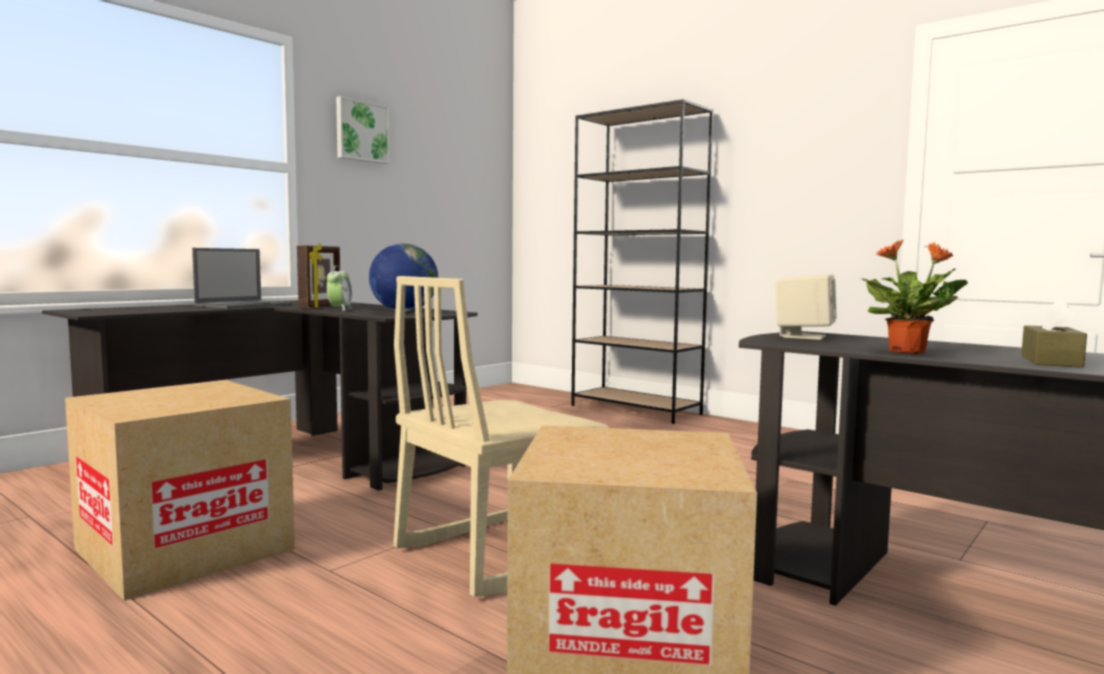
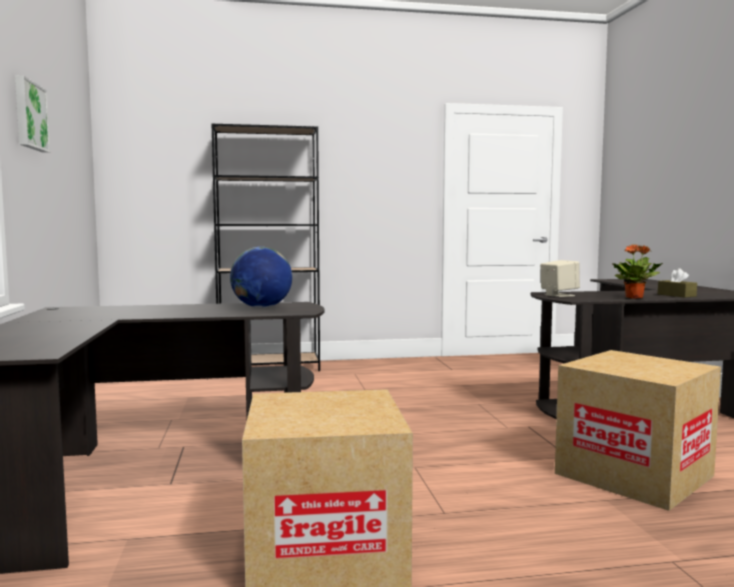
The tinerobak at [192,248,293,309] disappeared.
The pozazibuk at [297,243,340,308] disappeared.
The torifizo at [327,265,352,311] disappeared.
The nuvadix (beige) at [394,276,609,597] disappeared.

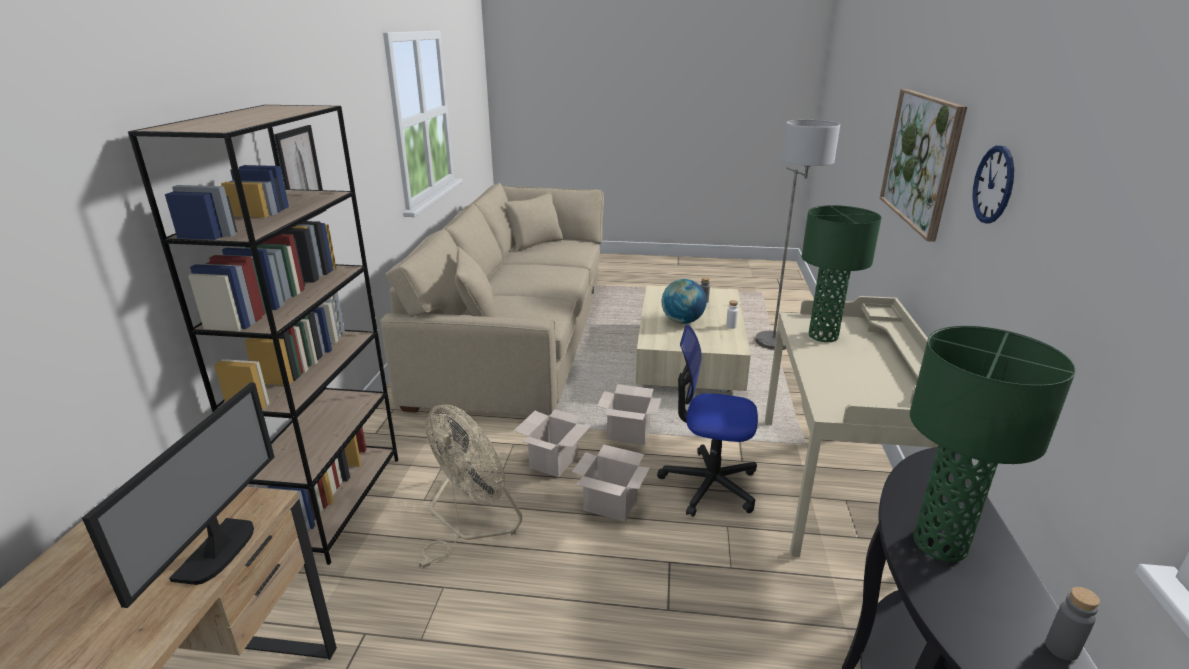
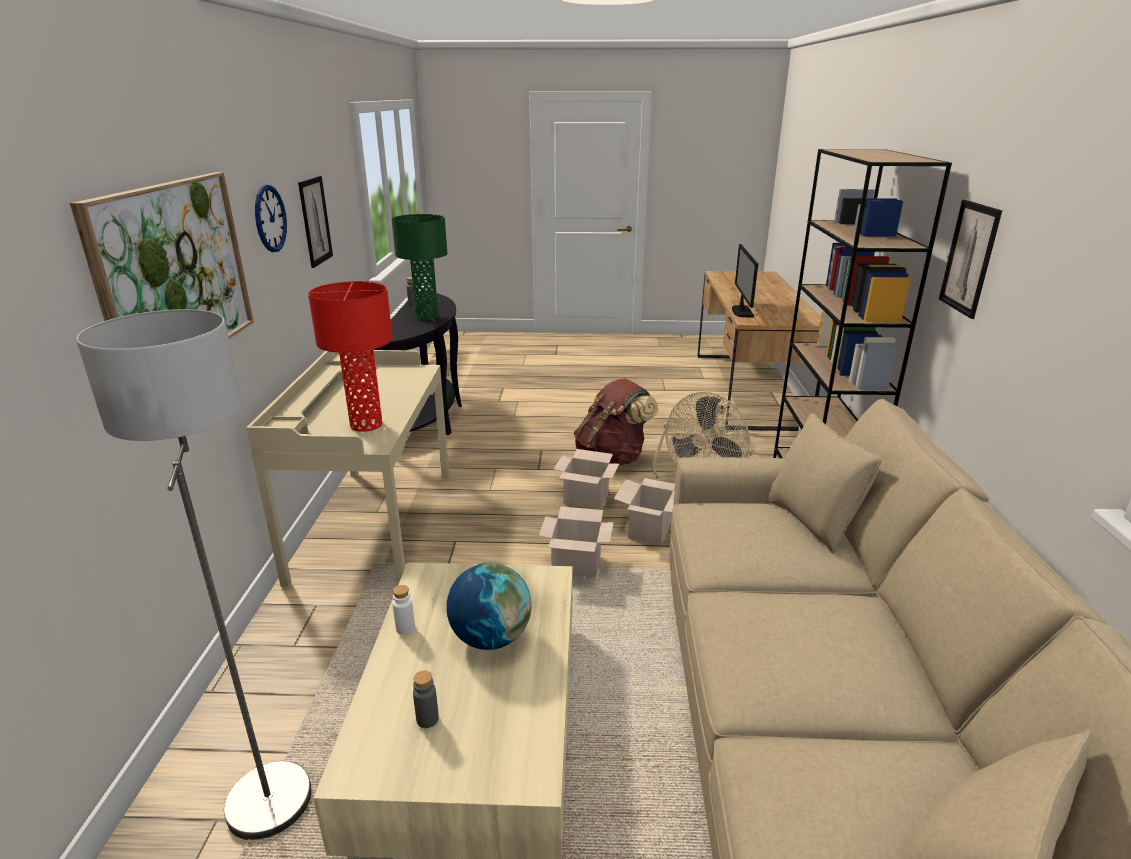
The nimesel at [657,325,758,517] disappeared.
The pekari at [298,176,333,268] appeared.
The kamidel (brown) at [574,379,659,465] appeared.
The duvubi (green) at [802,205,881,342] became the duvubi (red) at [308,281,393,432].

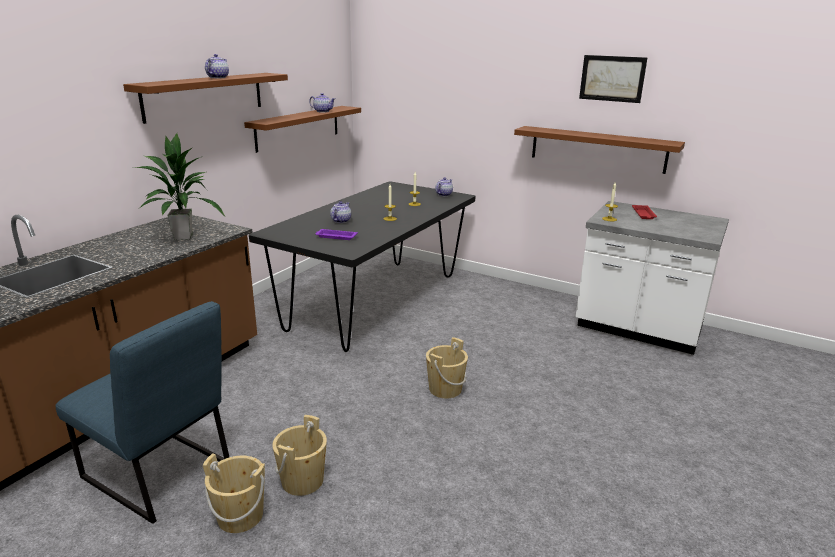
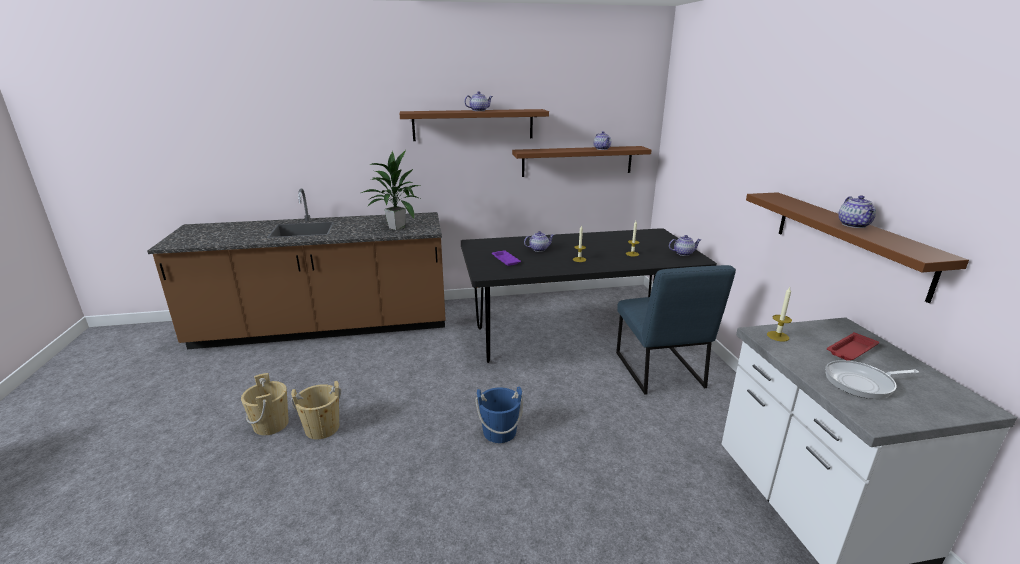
The pekari at [579,55,647,103] disappeared.
The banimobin at [825,360,919,399] appeared.
The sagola at [839,195,876,228] appeared.
The nuvadix (blue) moved from [56,301,229,524] to [616,265,736,395].
The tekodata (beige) at [426,337,468,399] became the tekodata (blue) at [475,387,523,443].

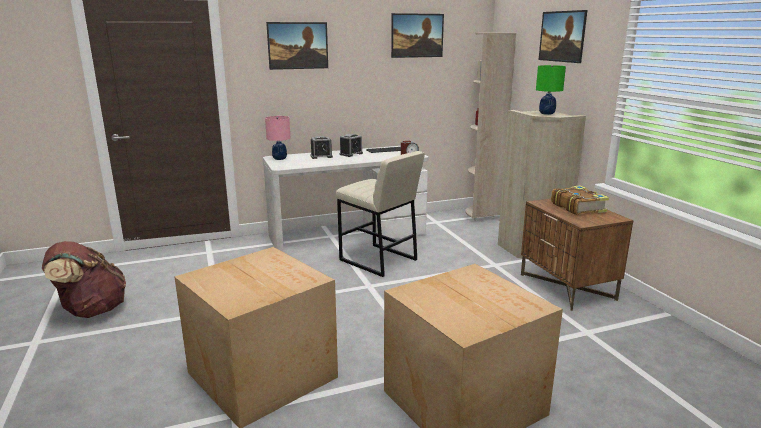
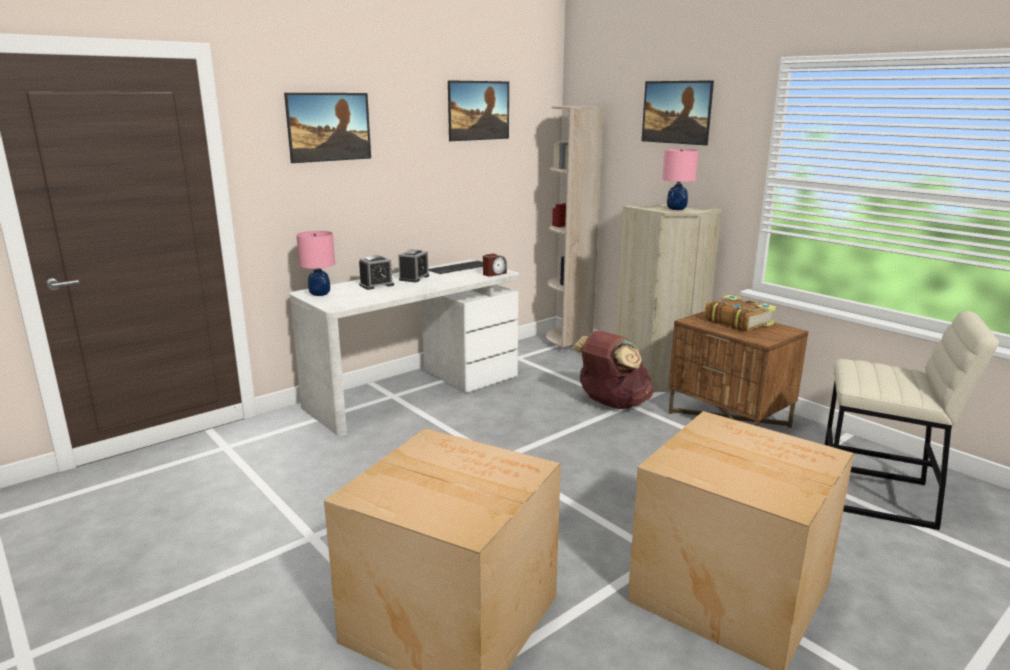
The kamidel (brown) moved from [42,241,126,318] to [572,331,653,409].
The nuvadix (beige) moved from [336,151,425,277] to [825,311,999,530].
The duvubi (green) at [536,65,566,115] became the duvubi (pink) at [662,149,699,210].

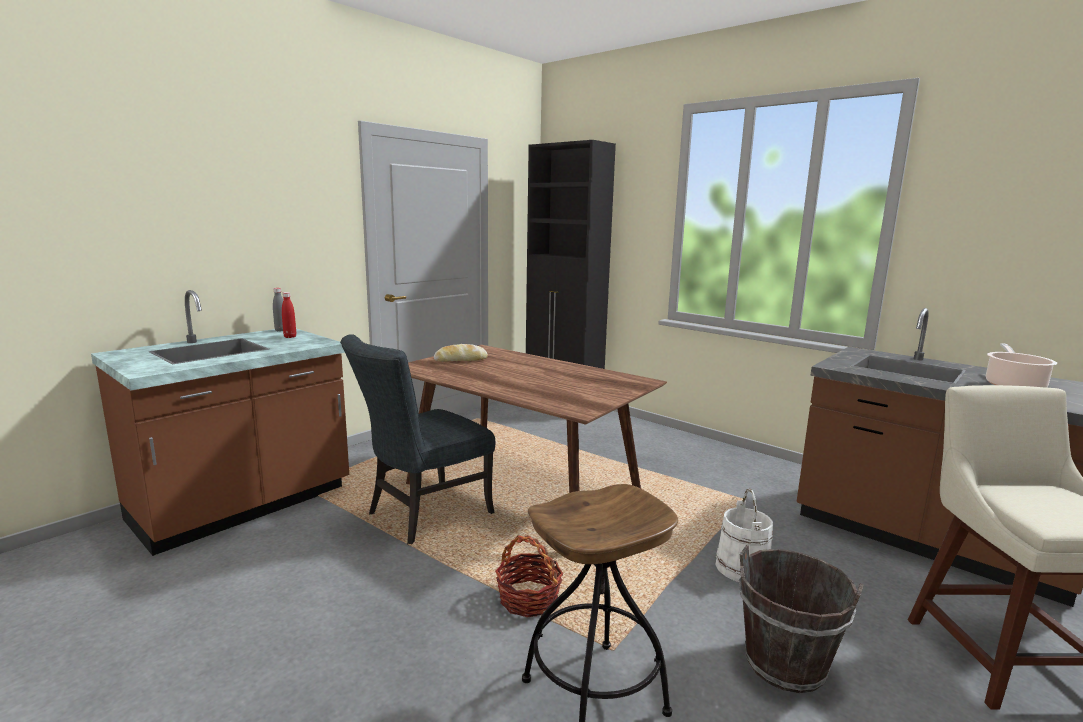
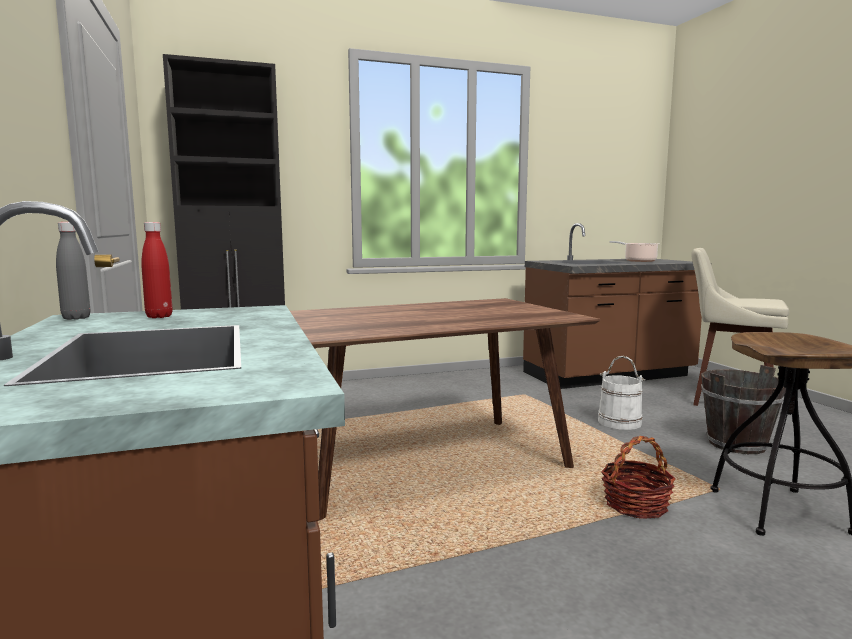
The nuvadix (grey) at [340,334,495,545] disappeared.
The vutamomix at [434,344,488,362] disappeared.

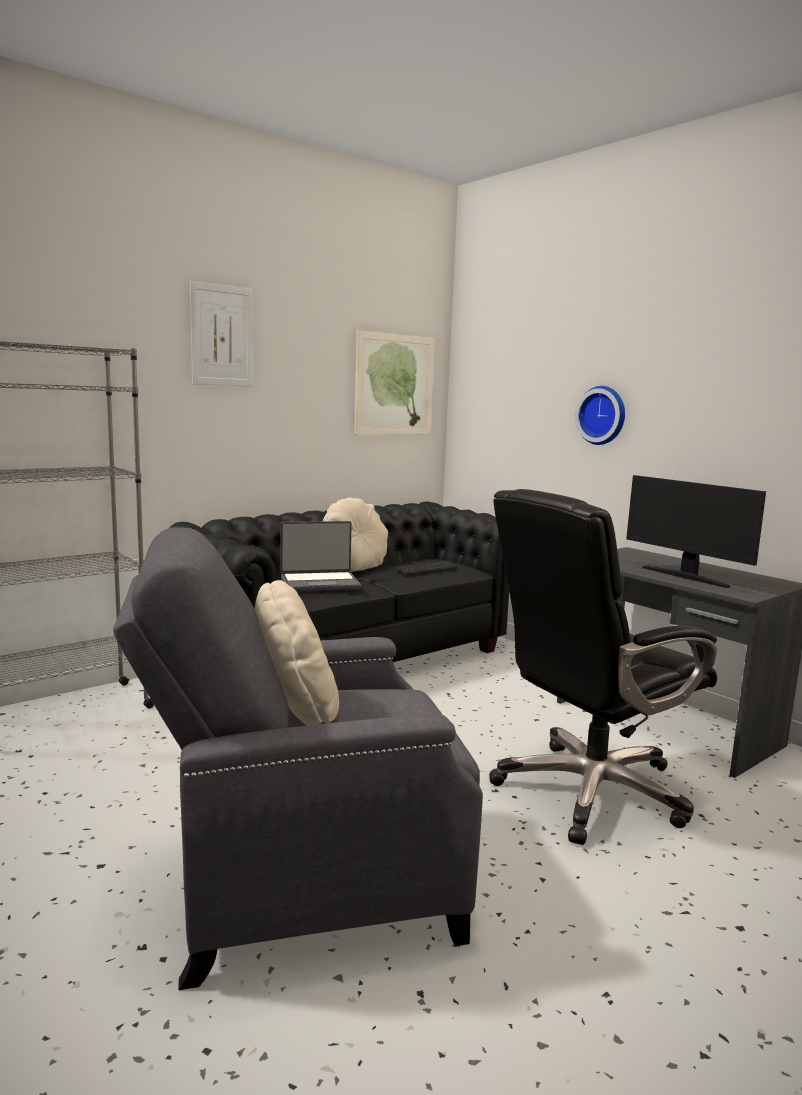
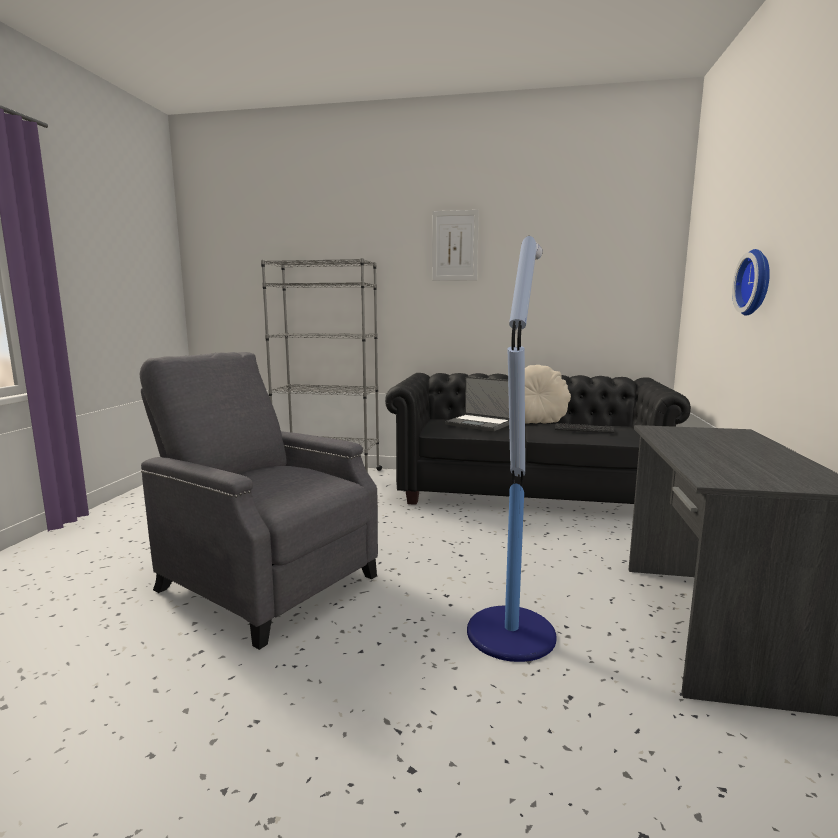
The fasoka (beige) at [255,580,339,726] disappeared.
The pekari at [354,330,435,435] disappeared.
The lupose at [626,475,766,588] disappeared.
The nimesel (black) at [489,489,717,845] was replaced by the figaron at [467,236,557,662].

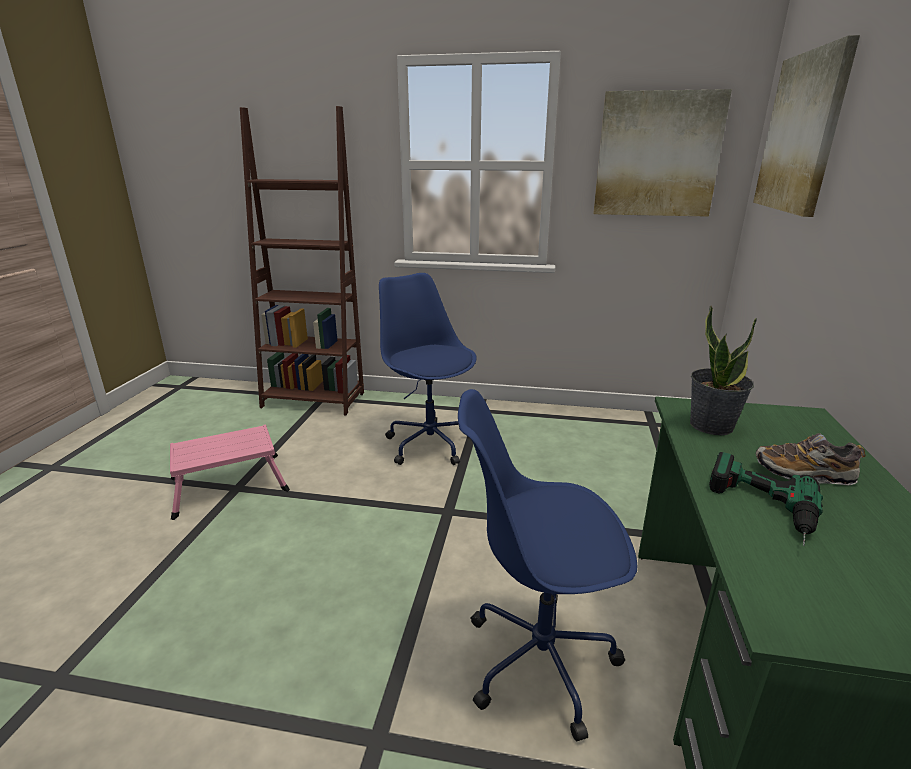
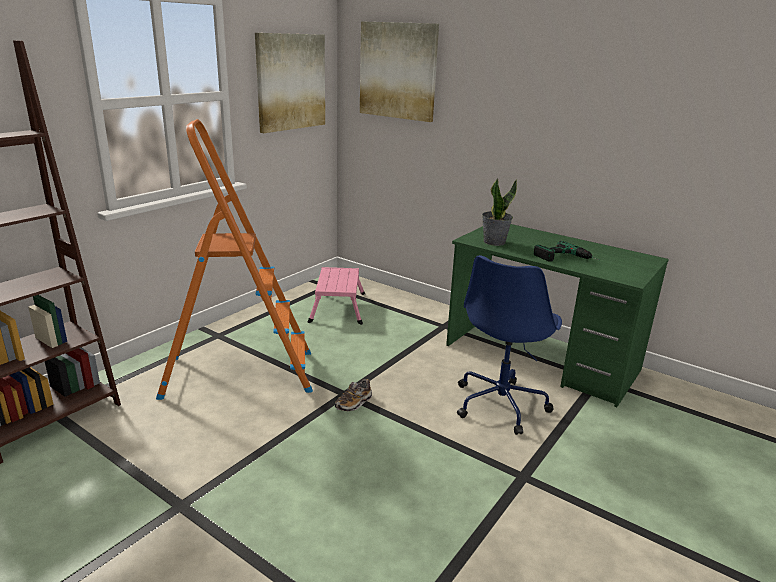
The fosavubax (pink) moved from [170,425,290,520] to [308,267,365,325].
The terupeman moved from [755,433,866,486] to [335,379,372,411].
The nimesel (blue) at [379,273,477,465] was replaced by the fosavubax (orange) at [156,119,313,400].

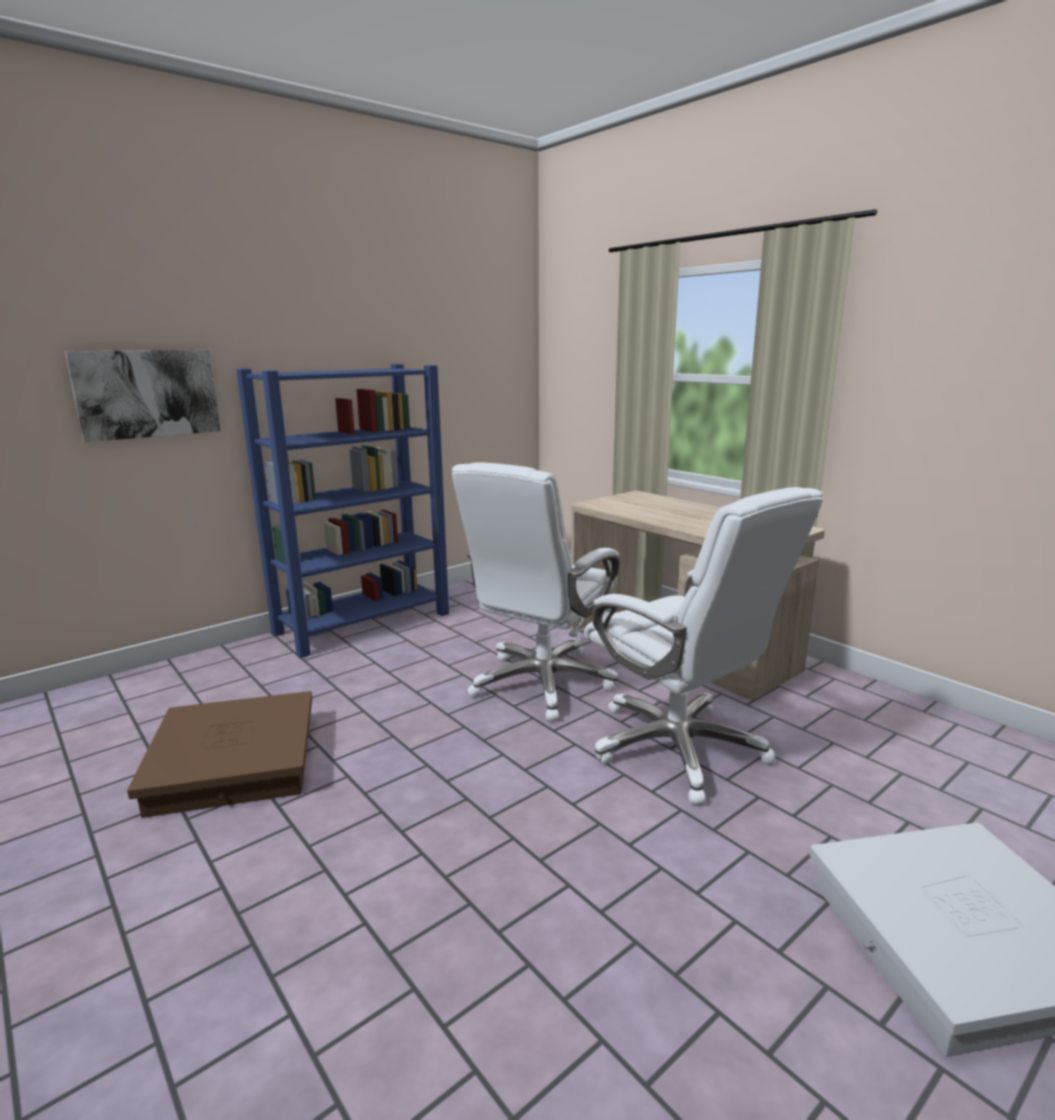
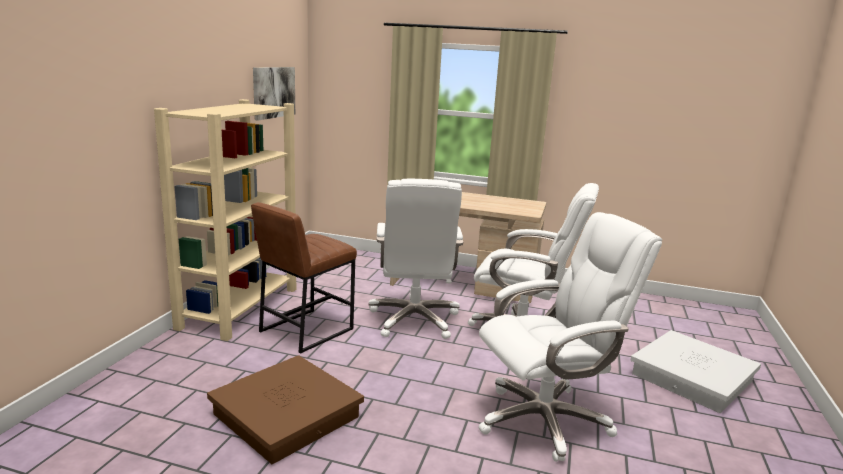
The nuvadix (brown) at [251,202,357,354] appeared.
The nimesel (white) at [478,212,662,462] appeared.
The pekari moved from [65,349,221,442] to [253,67,295,121].
The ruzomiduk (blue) at [236,364,449,658] became the ruzomiduk (beige) at [154,99,296,341].

